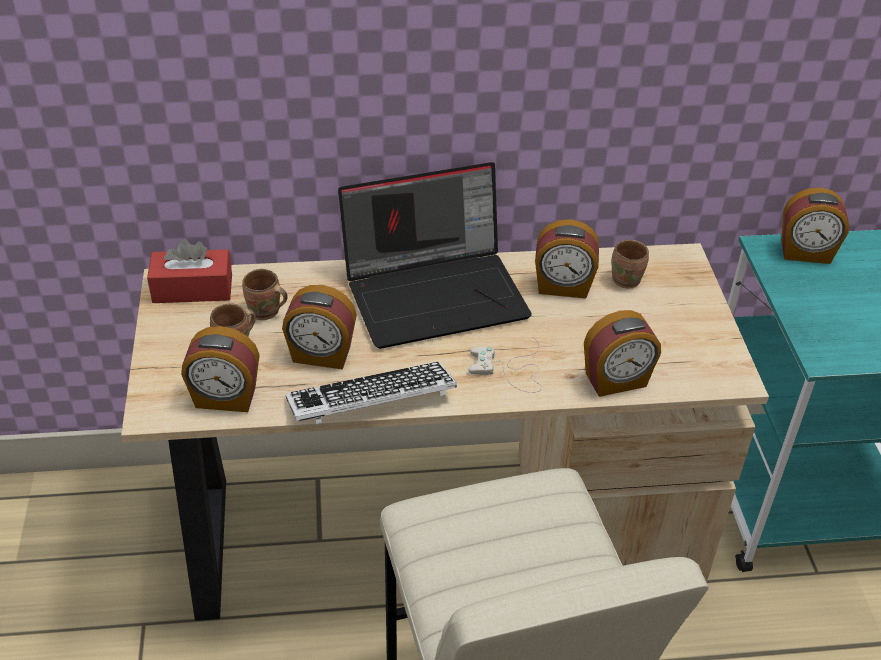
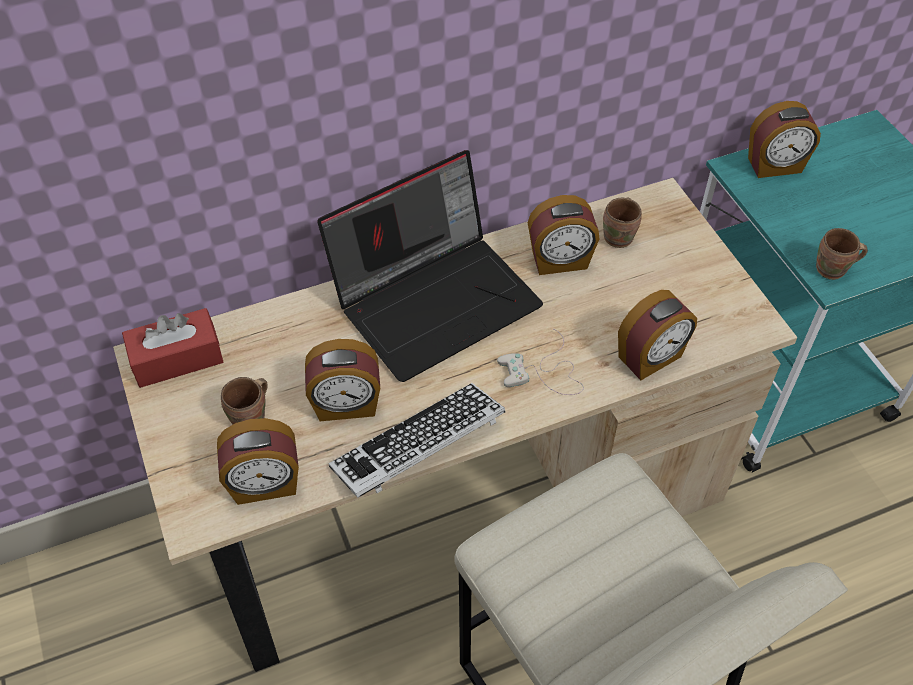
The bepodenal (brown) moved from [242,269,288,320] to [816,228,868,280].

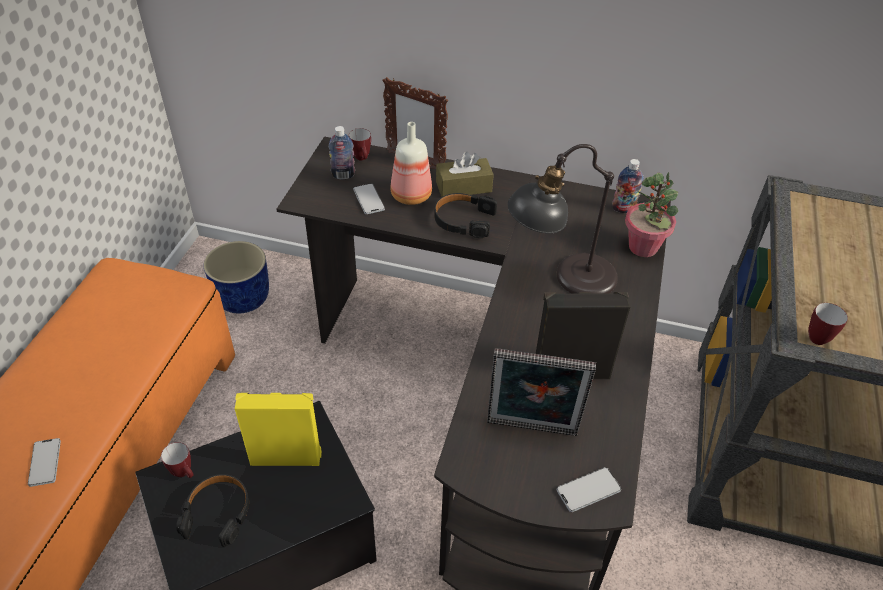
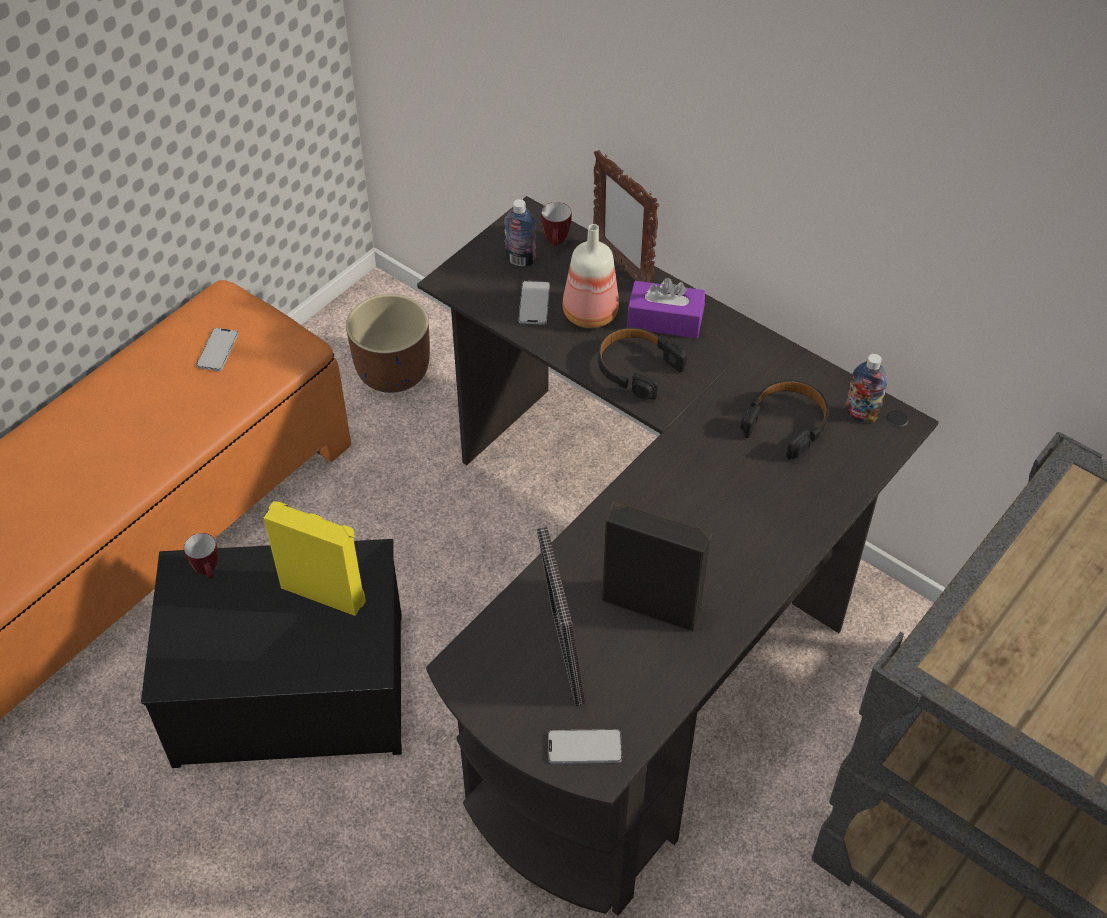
The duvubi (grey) at [508,144,618,294] disappeared.
The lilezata at [625,172,678,257] disappeared.
The bepodenal at [808,303,848,345] disappeared.
The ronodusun moved from [28,438,61,487] to [196,328,238,371].
The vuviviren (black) moved from [176,474,249,547] to [740,380,828,460].
The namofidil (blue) at [204,241,269,313] became the namofidil (brown) at [346,294,430,393].
The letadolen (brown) at [436,152,494,197] became the letadolen (purple) at [627,278,705,338].
The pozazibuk at [487,348,596,436] turned 45 degrees clockwise.

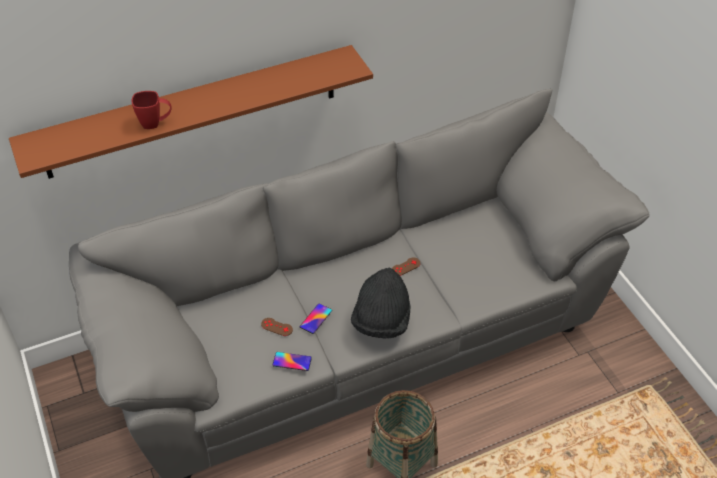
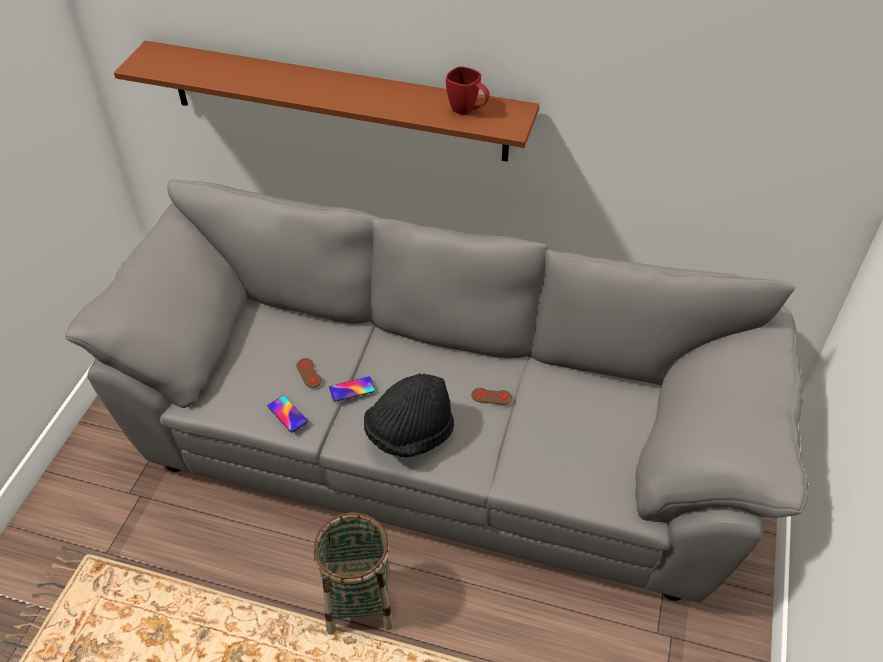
The bepodenal (red) moved from [132,91,172,129] to [446,66,490,115].

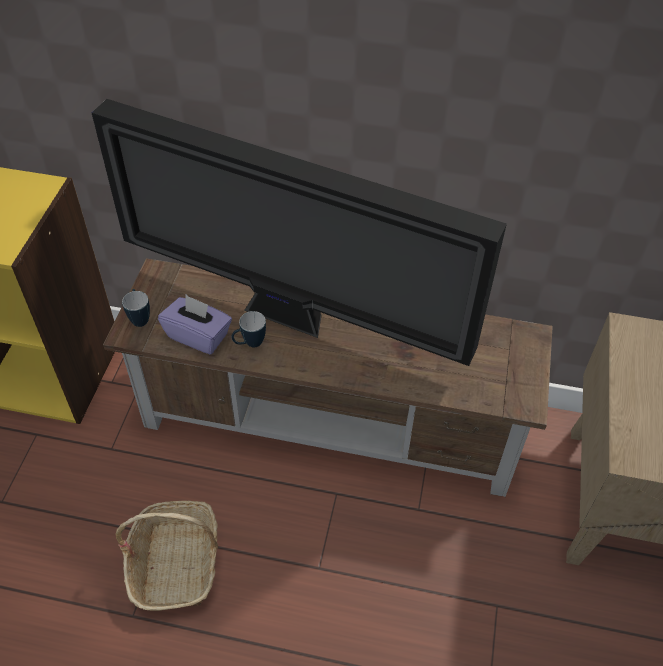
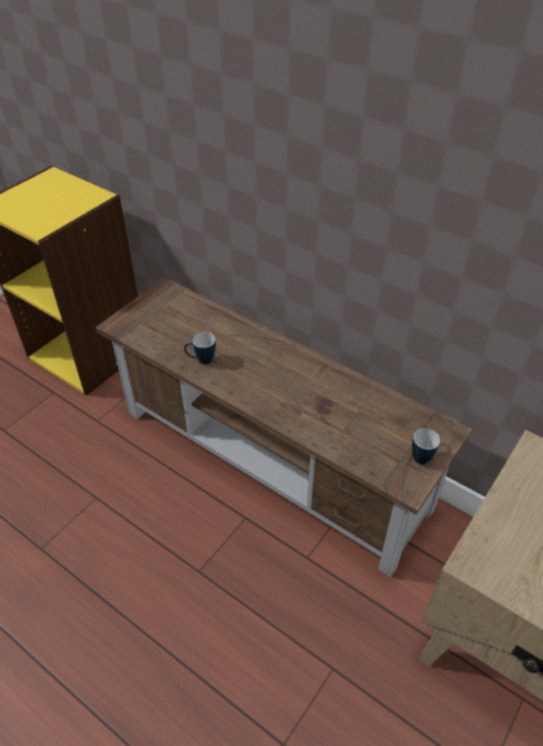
The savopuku at [92,99,507,366] disappeared.
The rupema at [115,501,218,611] disappeared.
The letadolen (purple) at [158,295,232,355] disappeared.
The bepodenal moved from [122,289,150,327] to [412,426,440,464].

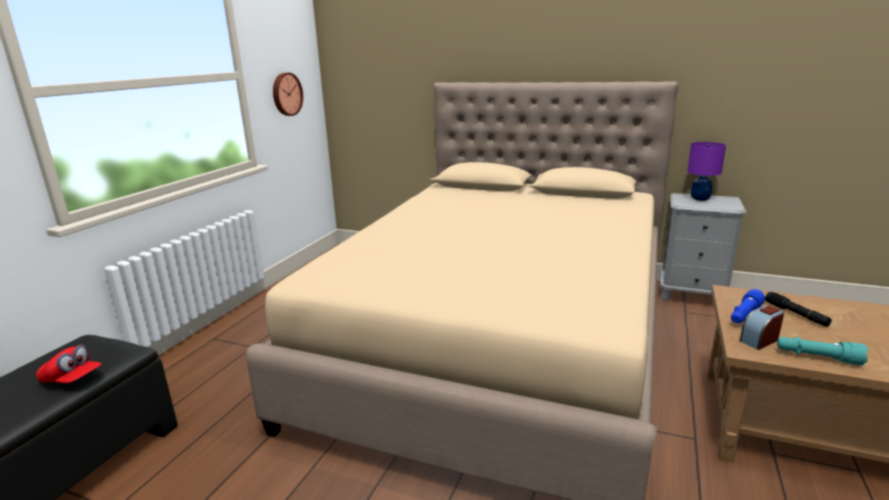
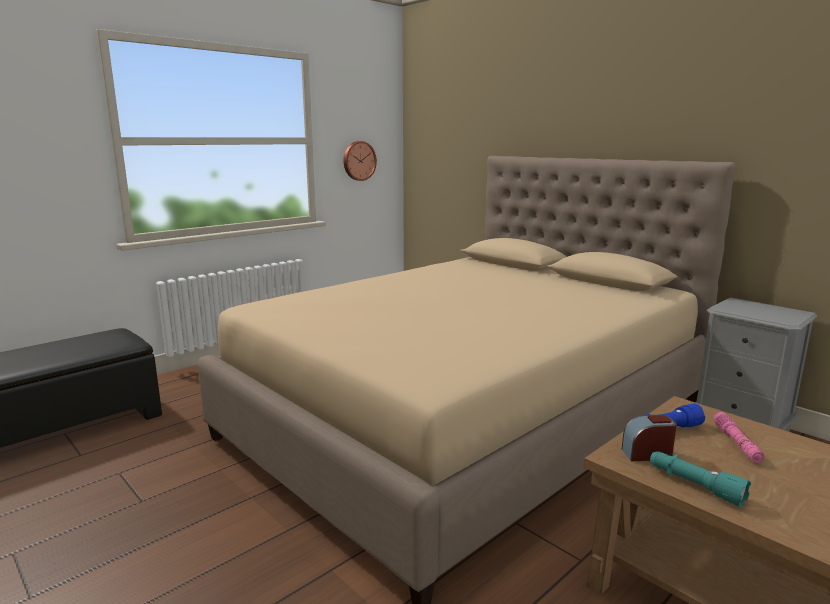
The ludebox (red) at [36,345,101,383] disappeared.
The duvubi (purple) at [687,142,726,201] disappeared.
The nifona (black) at [765,292,832,327] became the nifona (pink) at [713,412,764,463].

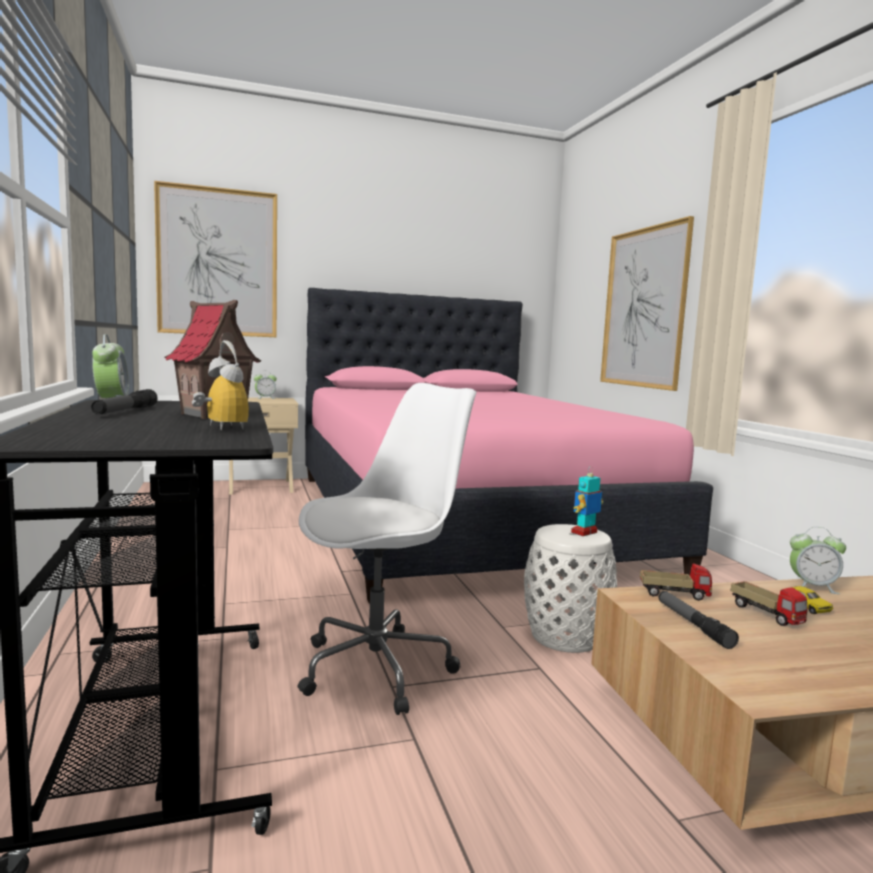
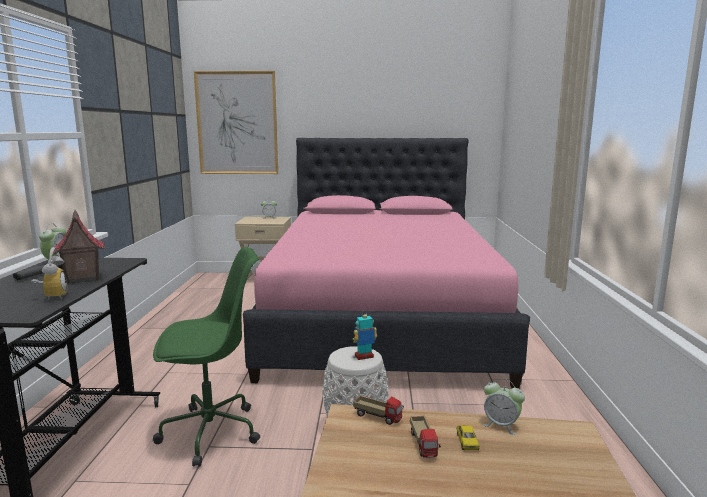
The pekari at [600,216,694,391] disappeared.
The nifona at [659,591,739,649] disappeared.
The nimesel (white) at [297,383,476,715] became the nimesel (green) at [153,247,260,467].

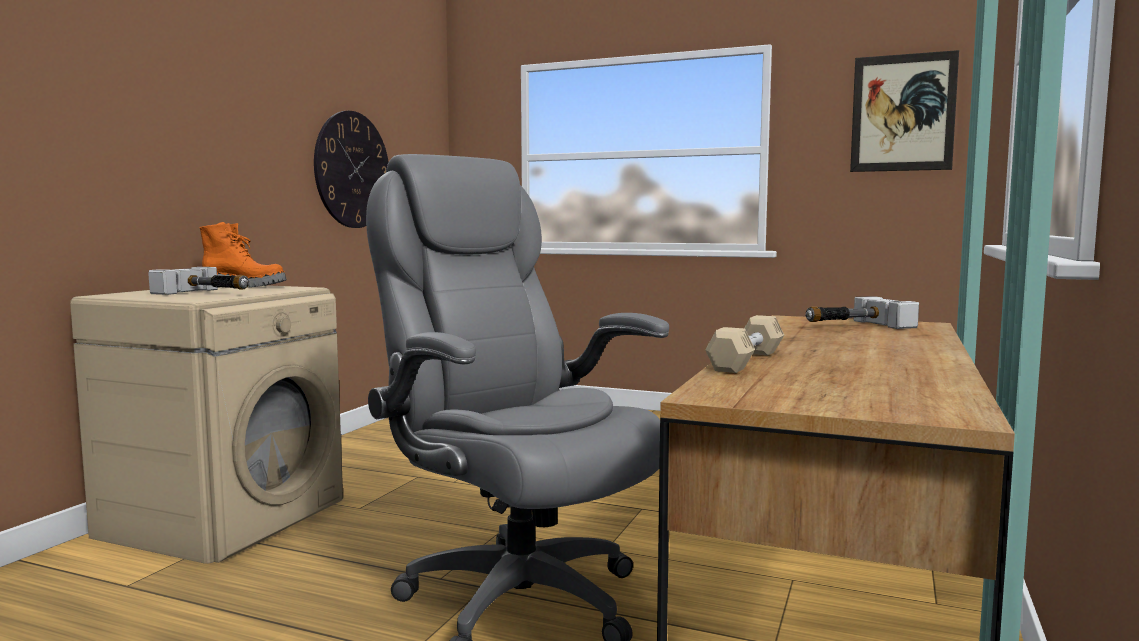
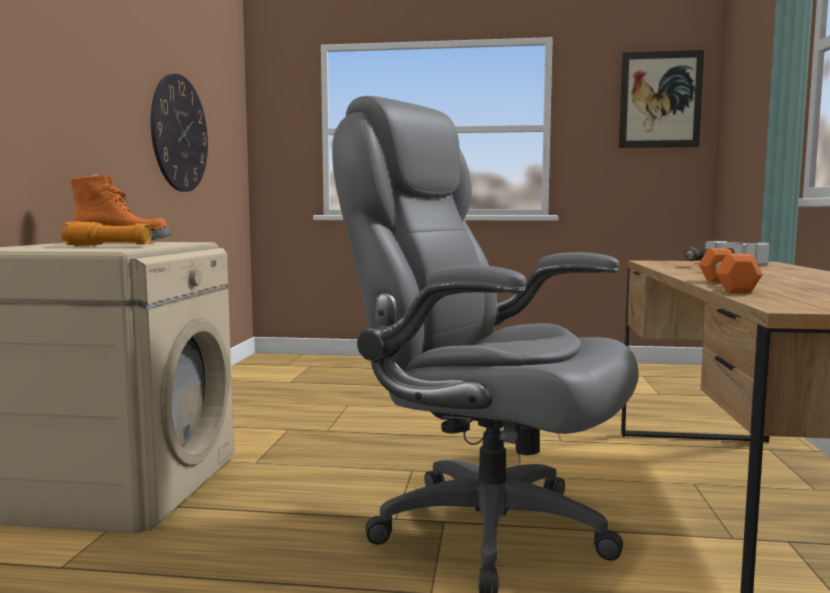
The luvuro at [148,267,249,295] was replaced by the nifona (orange) at [61,221,152,246].
The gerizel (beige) at [705,315,784,373] became the gerizel (orange) at [699,248,763,293].

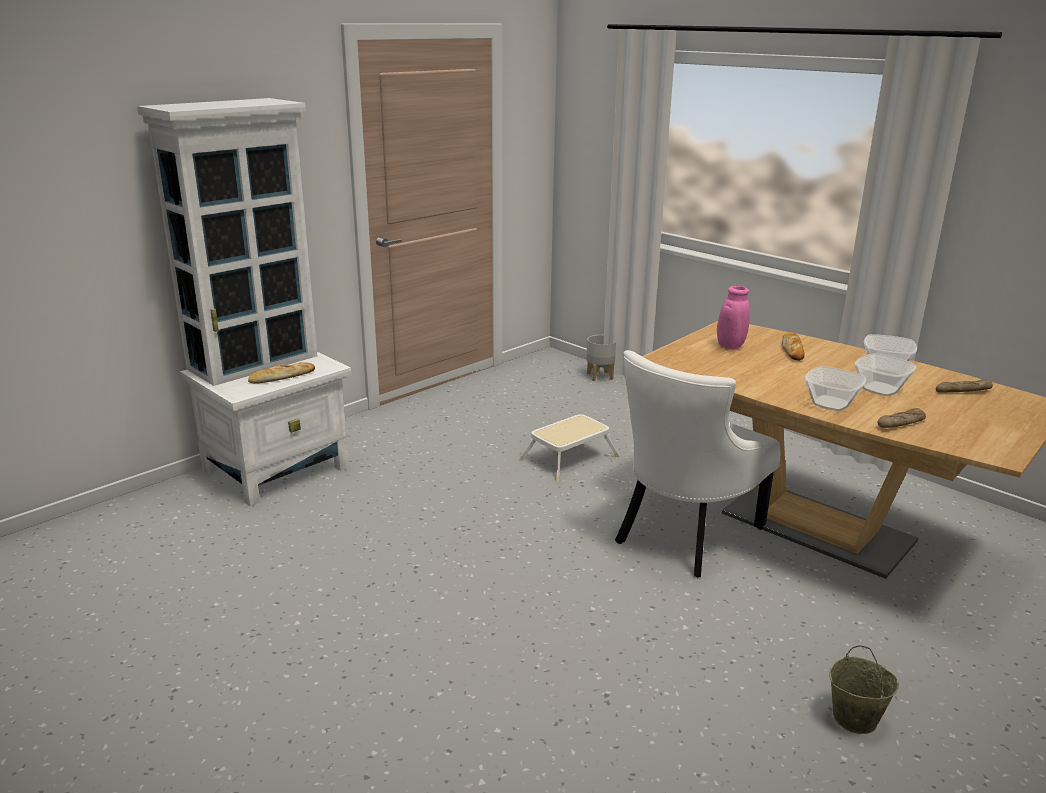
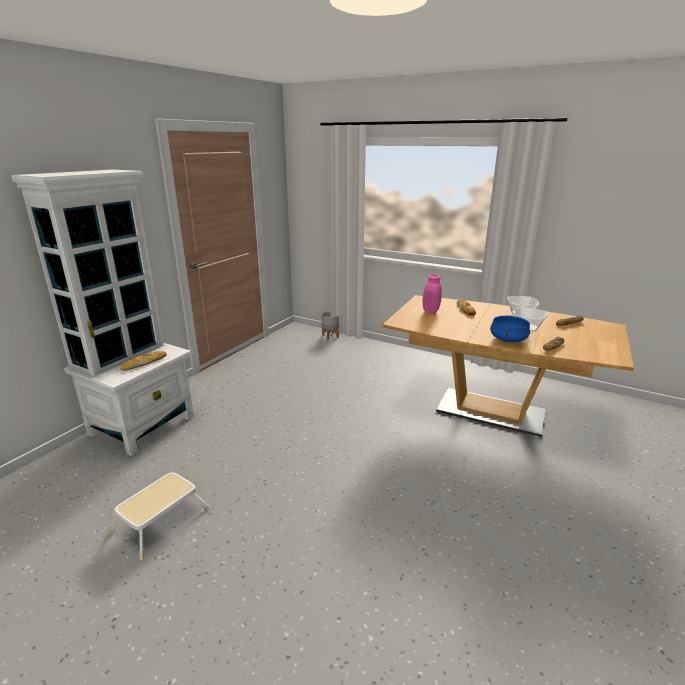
The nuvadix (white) at [615,350,781,577] disappeared.
The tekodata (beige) at [829,646,899,734] disappeared.
The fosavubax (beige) moved from [519,414,620,482] to [108,472,210,560].
The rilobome at [804,366,866,411] was replaced by the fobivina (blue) at [490,316,530,342].

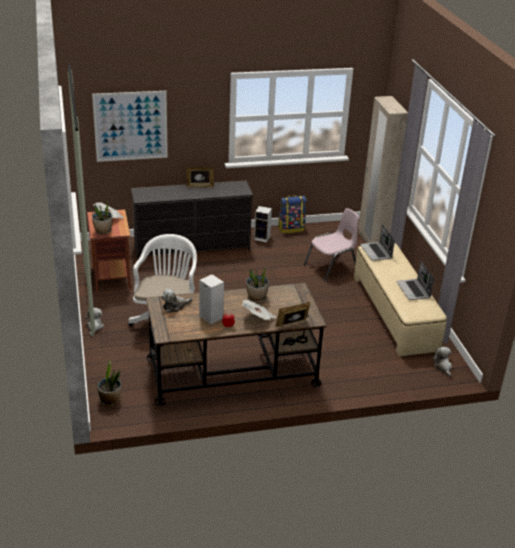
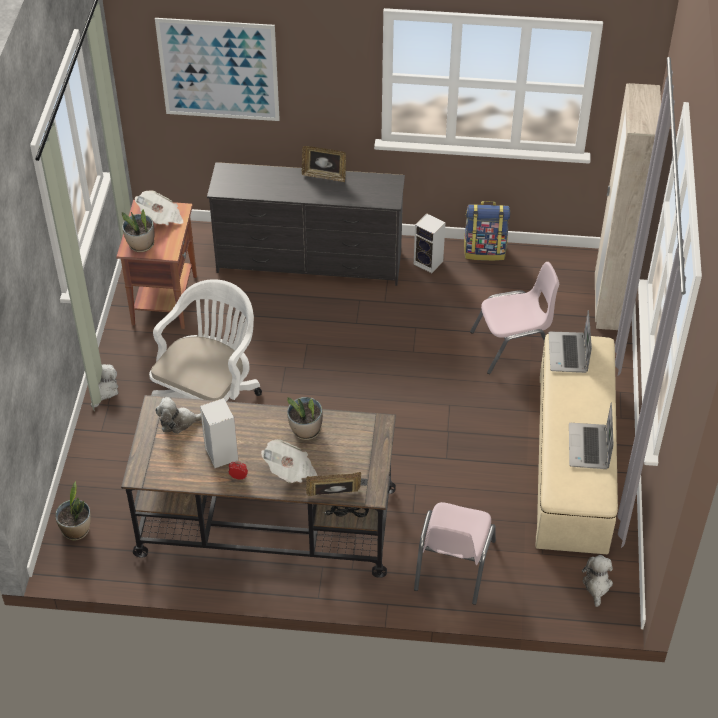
The nuvadix (pink) at [414,502,496,605] appeared.

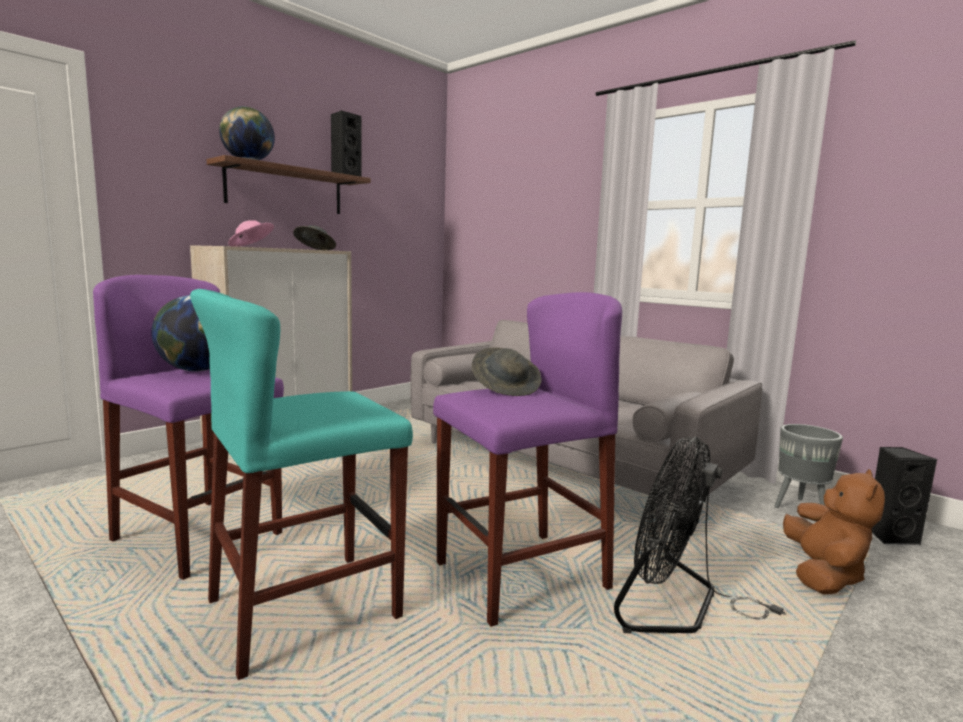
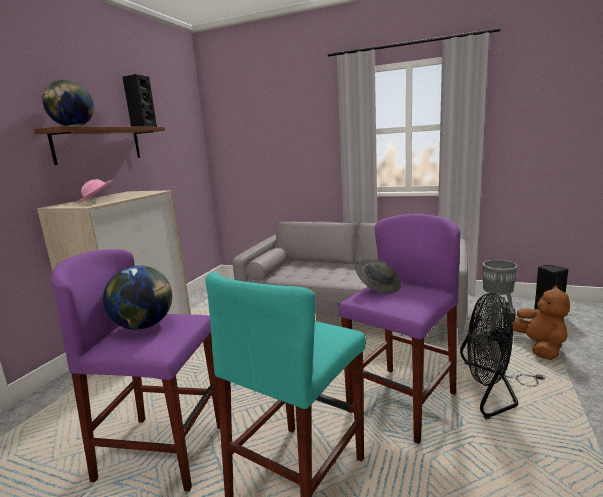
The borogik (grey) at [293,225,336,250] disappeared.

